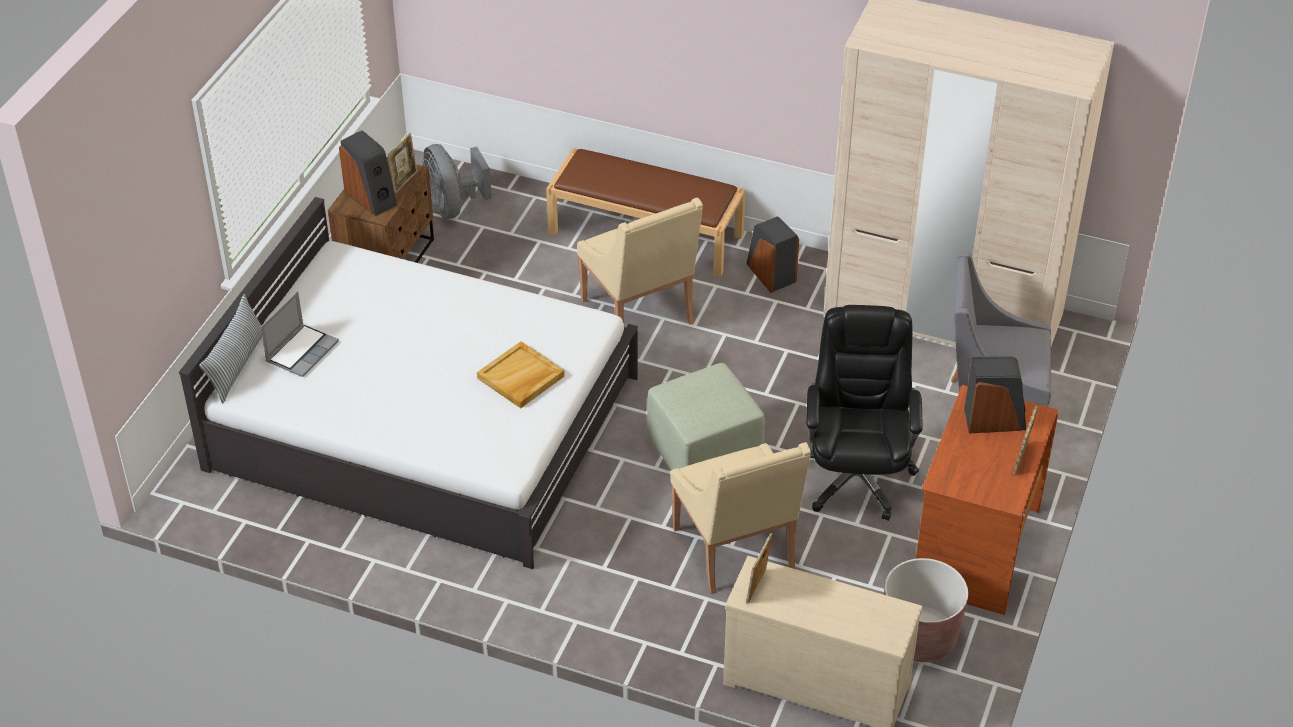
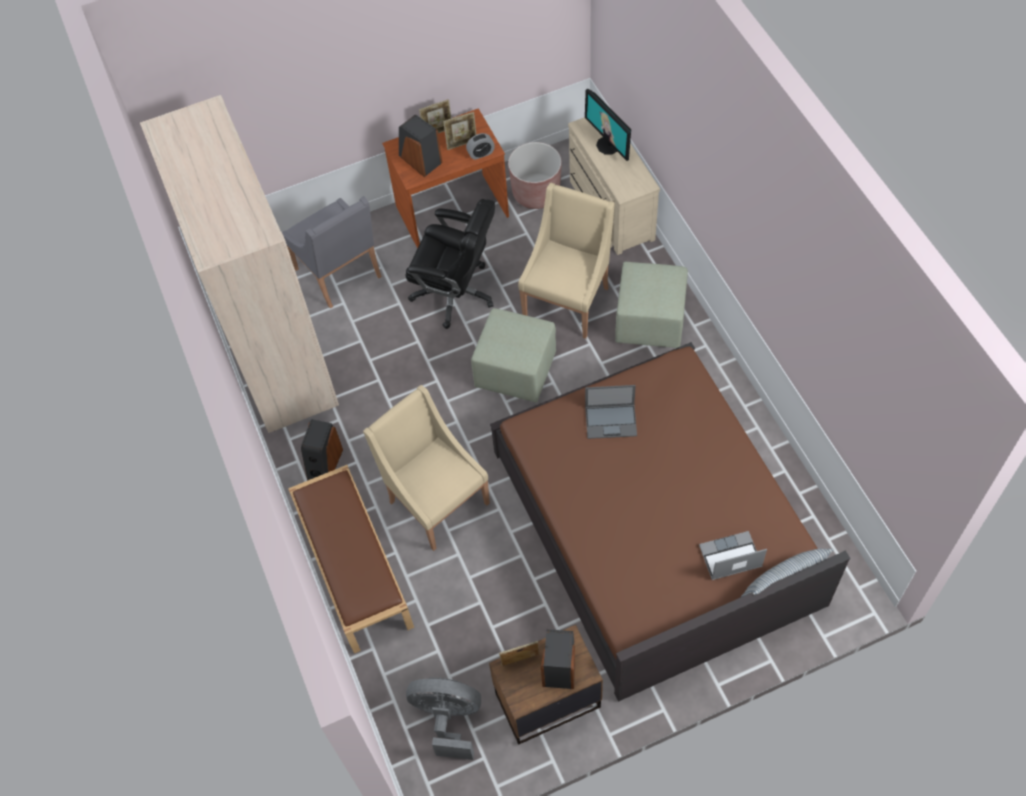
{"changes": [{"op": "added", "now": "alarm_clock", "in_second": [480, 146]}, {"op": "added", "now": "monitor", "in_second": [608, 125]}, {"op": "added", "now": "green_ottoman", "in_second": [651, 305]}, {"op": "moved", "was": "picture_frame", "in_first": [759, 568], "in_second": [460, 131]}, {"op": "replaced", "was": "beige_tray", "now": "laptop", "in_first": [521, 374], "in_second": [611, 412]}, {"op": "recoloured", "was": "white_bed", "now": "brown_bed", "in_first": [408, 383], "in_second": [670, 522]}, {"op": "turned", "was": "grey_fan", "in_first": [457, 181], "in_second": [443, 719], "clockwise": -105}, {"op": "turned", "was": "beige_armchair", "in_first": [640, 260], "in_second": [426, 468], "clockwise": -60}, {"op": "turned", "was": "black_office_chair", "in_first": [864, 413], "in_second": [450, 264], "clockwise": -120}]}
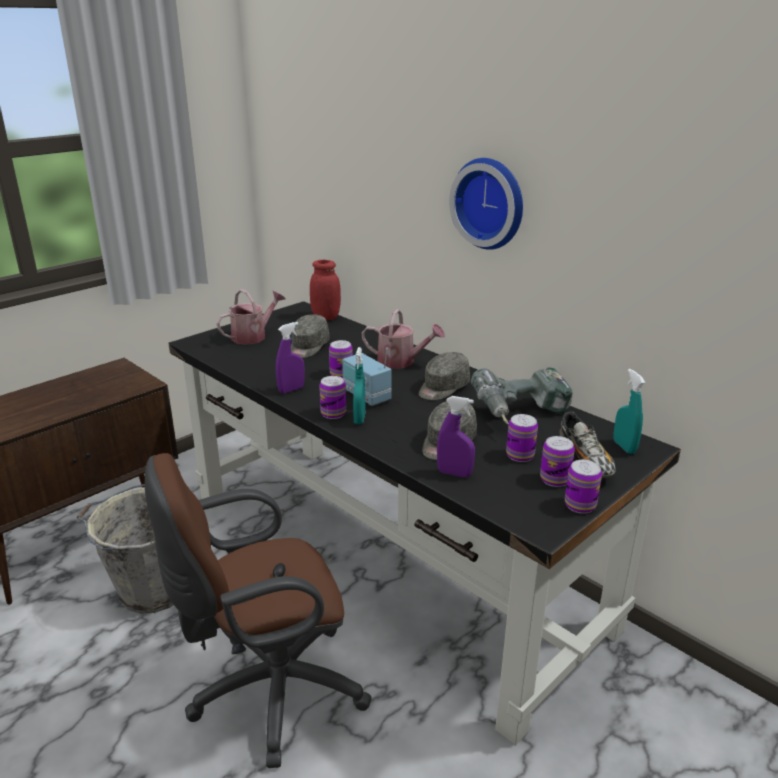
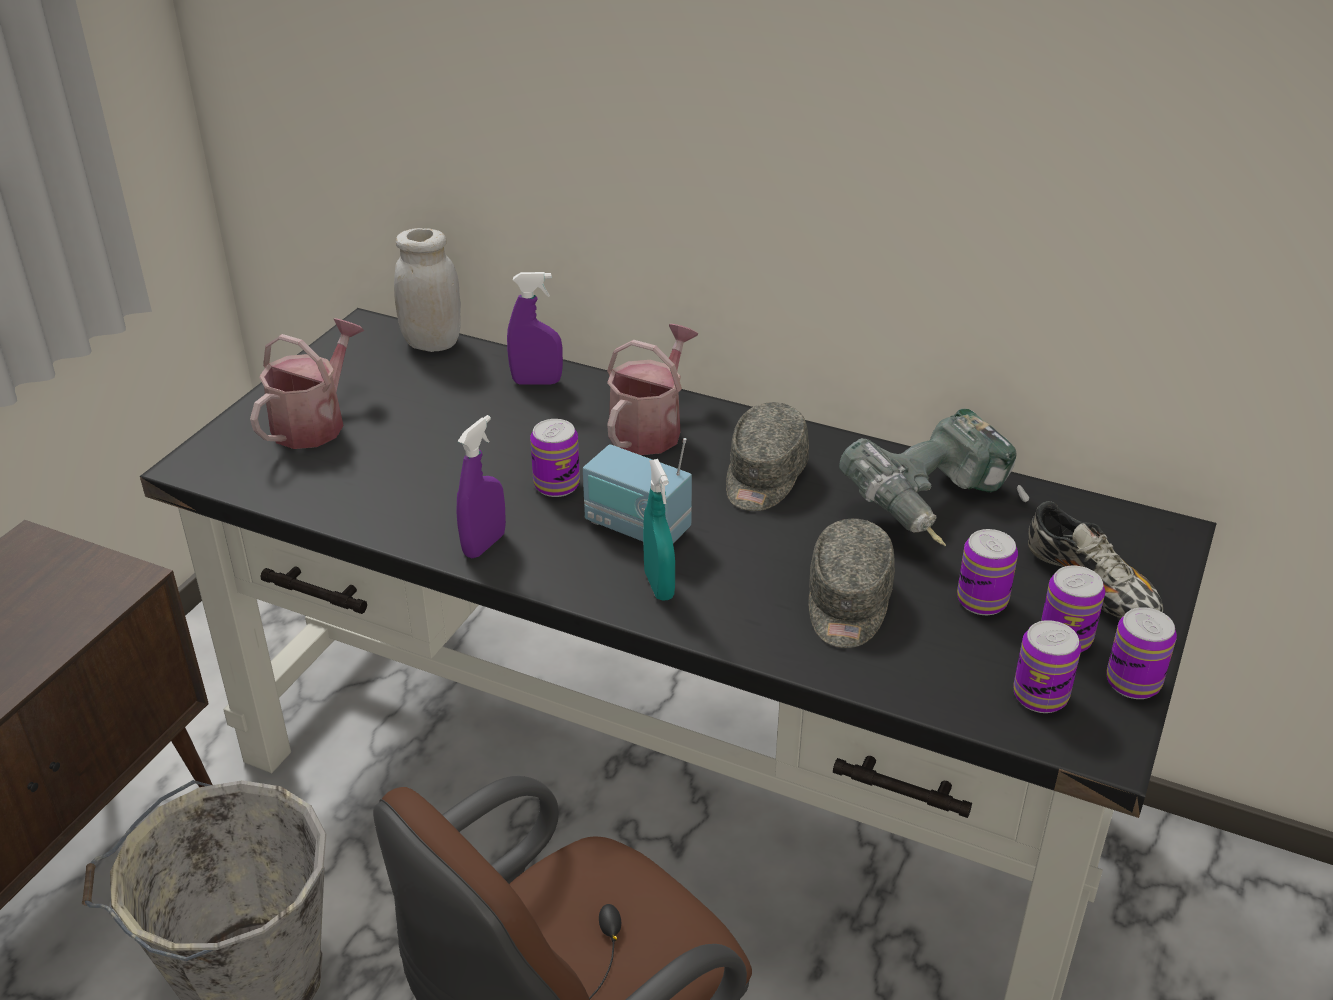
{"changes": [{"op": "removed", "was": "grey_cap", "in_first": [310, 336]}, {"op": "removed", "was": "wall_clock", "in_first": [486, 204]}, {"op": "removed", "was": "turquoise_spray_bottle", "in_first": [629, 411]}, {"op": "moved", "was": "can", "in_first": [332, 397], "in_second": [1047, 666]}, {"op": "moved", "was": "purple_spray_bottle", "in_first": [456, 436], "in_second": [535, 328]}, {"op": "recoloured", "was": "red_jar", "now": "white_jar", "in_first": [325, 290], "in_second": [427, 290]}, {"op": "turned", "was": "watering_can", "in_first": [403, 338], "in_second": [652, 389], "clockwise": -60}]}
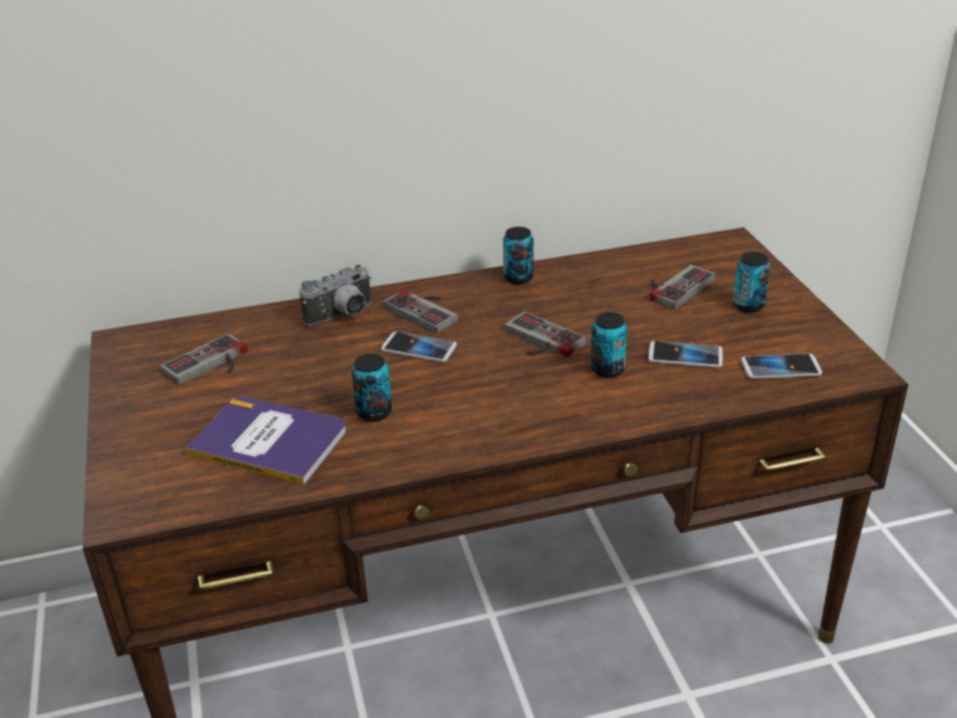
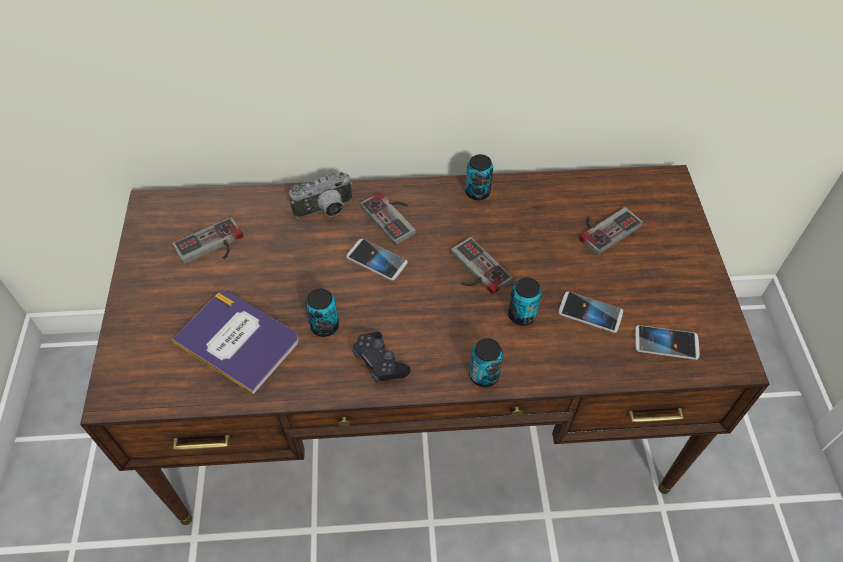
{"changes": [{"op": "added", "now": "black_game_controller", "in_second": [381, 357]}, {"op": "moved", "was": "can", "in_first": [751, 282], "in_second": [486, 362]}]}
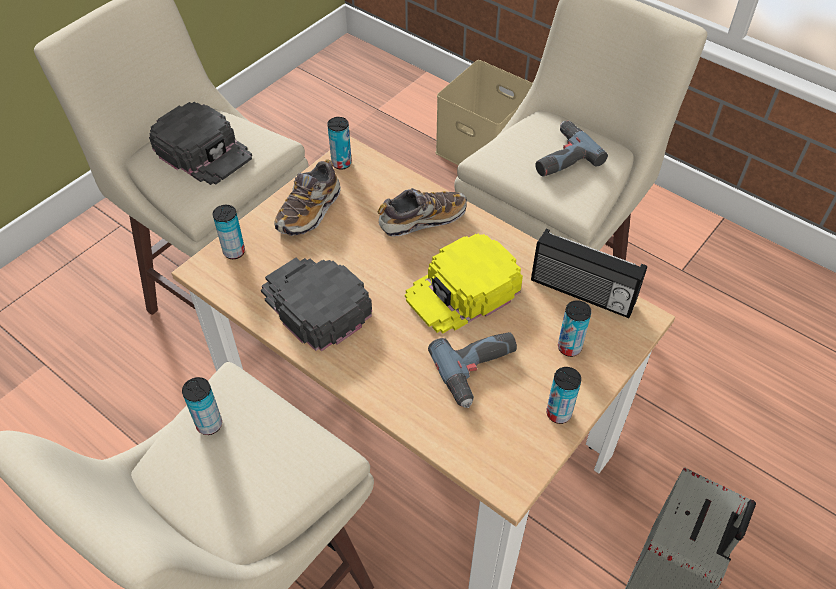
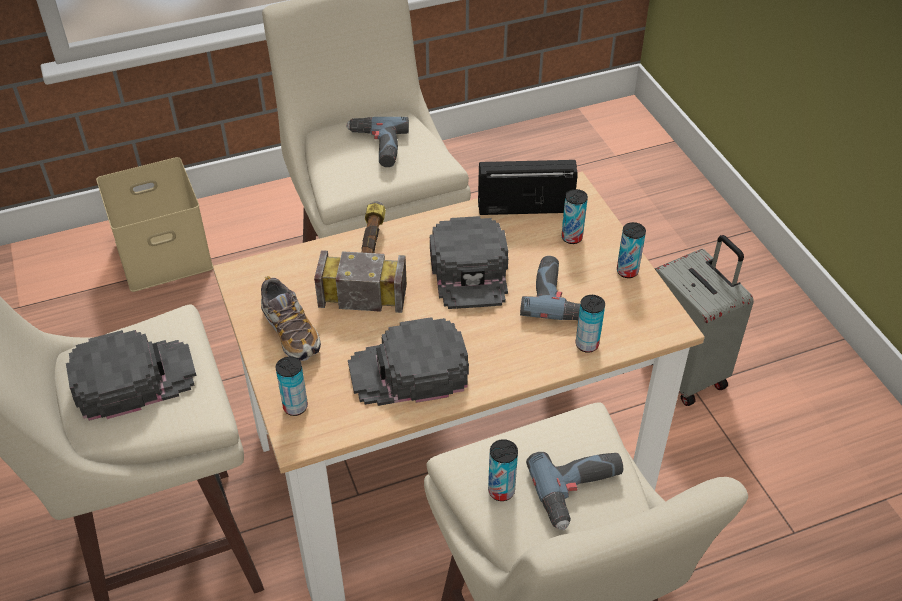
{"changes": [{"op": "added", "now": "power_drill", "in_second": [574, 491]}, {"op": "moved", "was": "can", "in_first": [339, 143], "in_second": [590, 324]}, {"op": "replaced", "was": "shoe", "now": "hammer", "in_first": [422, 212], "in_second": [360, 257]}, {"op": "recoloured", "was": "yellow_cap", "now": "black_cap", "in_first": [464, 283], "in_second": [469, 262]}, {"op": "turned", "was": "radio", "in_first": [589, 273], "in_second": [528, 187], "clockwise": -150}]}
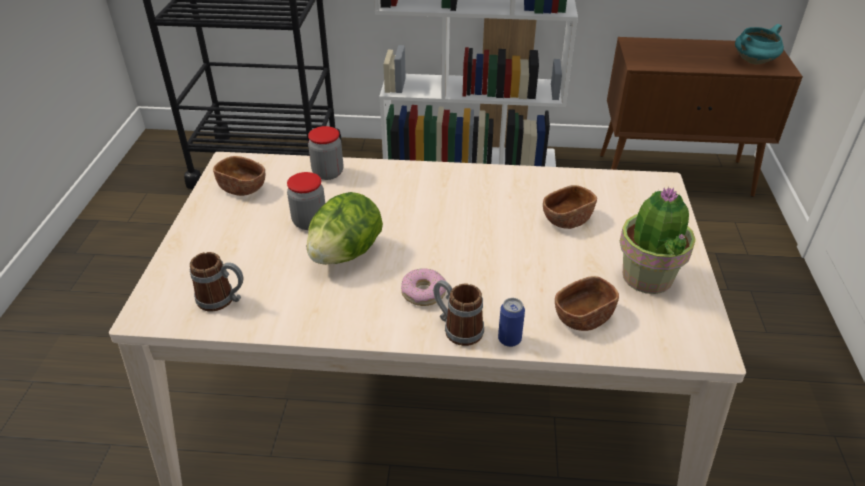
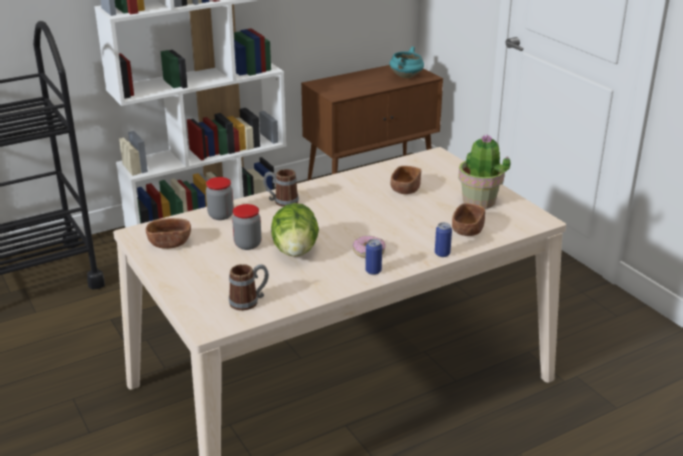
{"changes": [{"op": "added", "now": "can", "in_second": [373, 257]}, {"op": "moved", "was": "mug", "in_first": [458, 313], "in_second": [281, 188]}]}
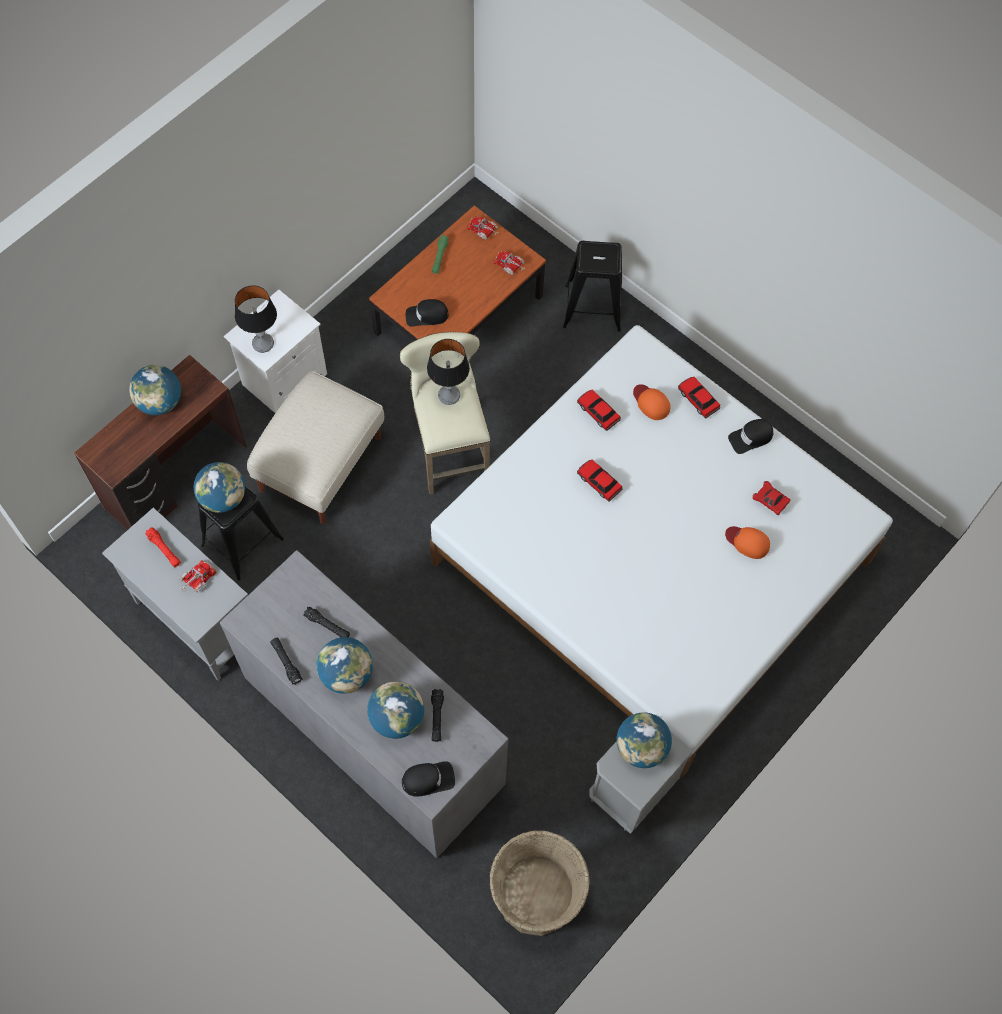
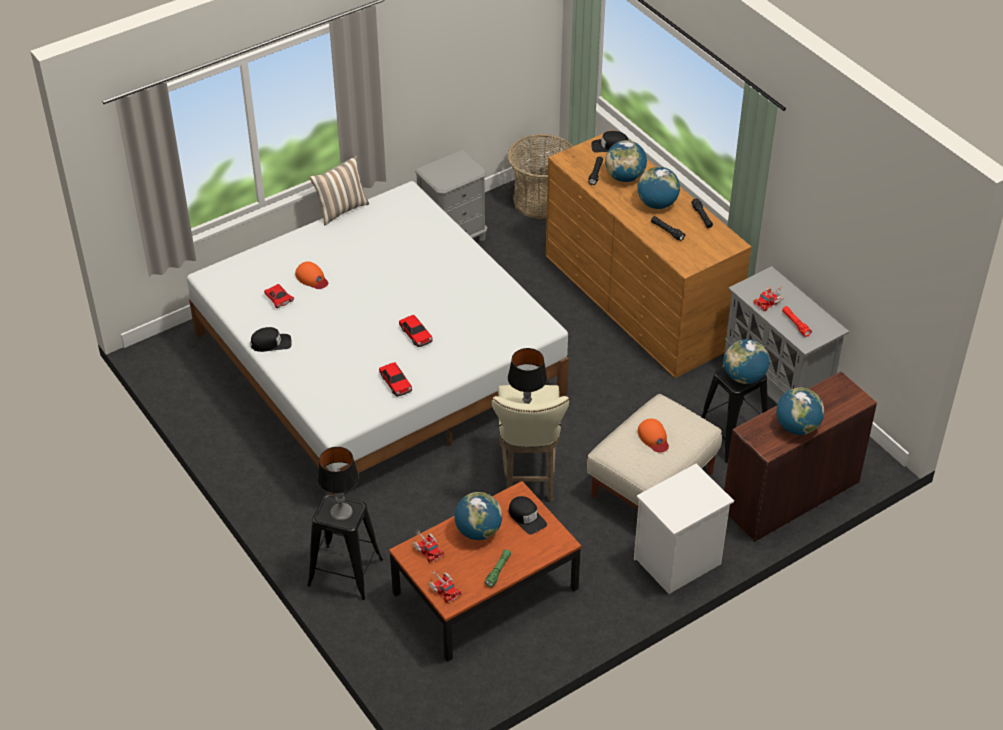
{"changes": [{"op": "removed", "was": "toy_car", "in_first": [699, 397]}, {"op": "added", "now": "pillow", "in_second": [339, 190]}, {"op": "moved", "was": "table_lamp", "in_first": [256, 319], "in_second": [338, 484]}, {"op": "moved", "was": "globe", "in_first": [644, 740], "in_second": [478, 516]}, {"op": "moved", "was": "orange_cap", "in_first": [652, 402], "in_second": [653, 435]}, {"op": "recoloured", "was": "grey_dresser", "now": "brown_dresser", "in_first": [364, 704], "in_second": [648, 254]}, {"op": "turned", "was": "black_cap", "in_first": [427, 313], "in_second": [528, 515], "clockwise": 45}]}
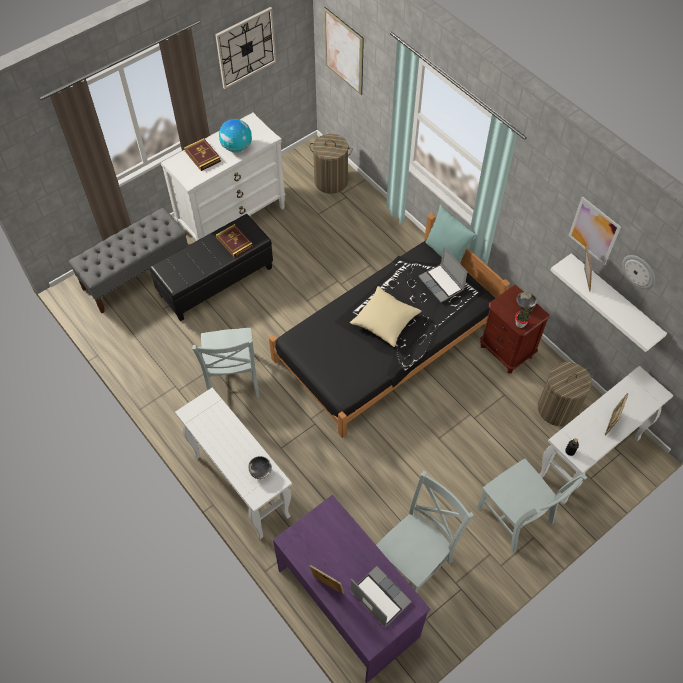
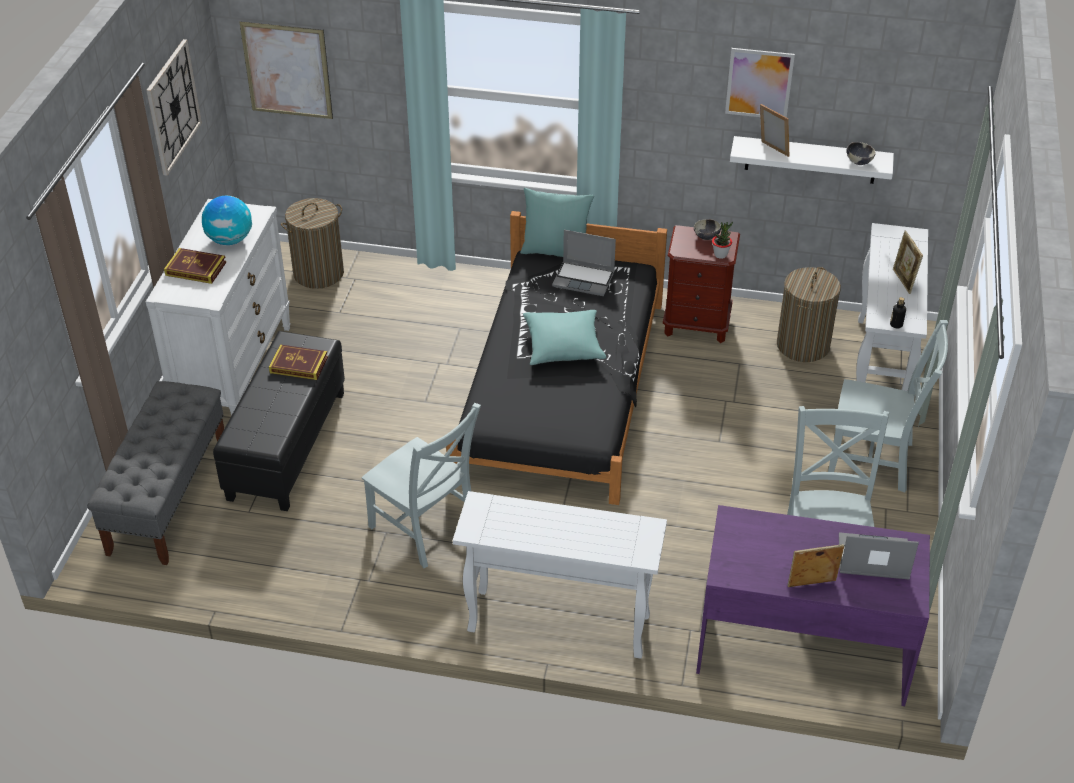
{"changes": [{"op": "removed", "was": "wall_clock", "in_first": [638, 272]}, {"op": "moved", "was": "bowl", "in_first": [260, 467], "in_second": [861, 153]}, {"op": "recoloured", "was": "beige_pillow", "now": "turquoise_pillow", "in_first": [385, 316], "in_second": [564, 337]}]}
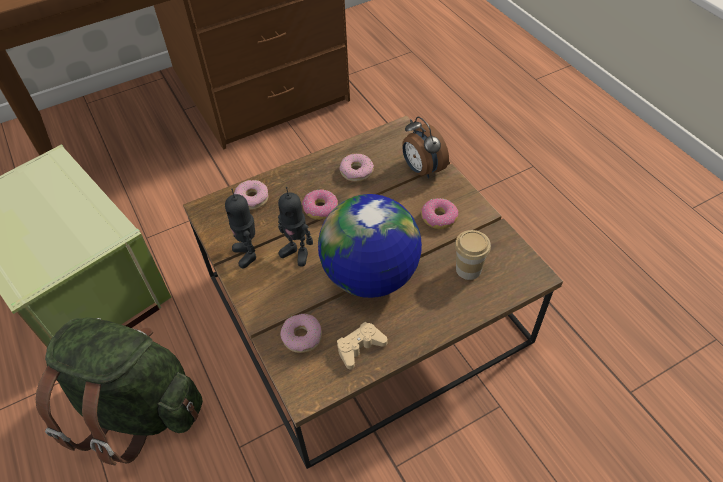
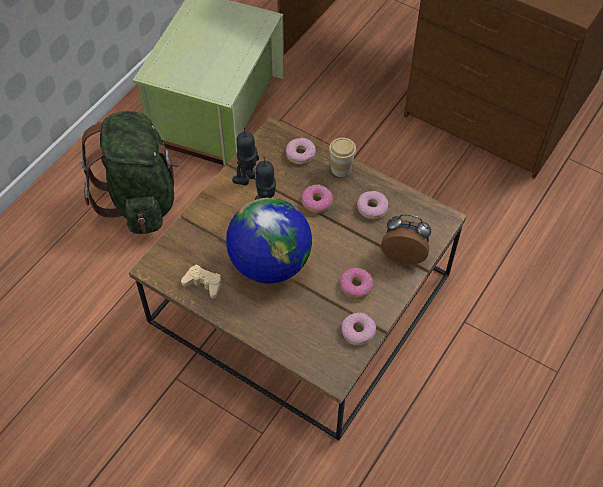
{"changes": [{"op": "moved", "was": "donut", "in_first": [301, 333], "in_second": [358, 329]}, {"op": "moved", "was": "cup", "in_first": [473, 255], "in_second": [342, 157]}, {"op": "turned", "was": "alarm_clock", "in_first": [425, 148], "in_second": [406, 239], "clockwise": 75}]}
